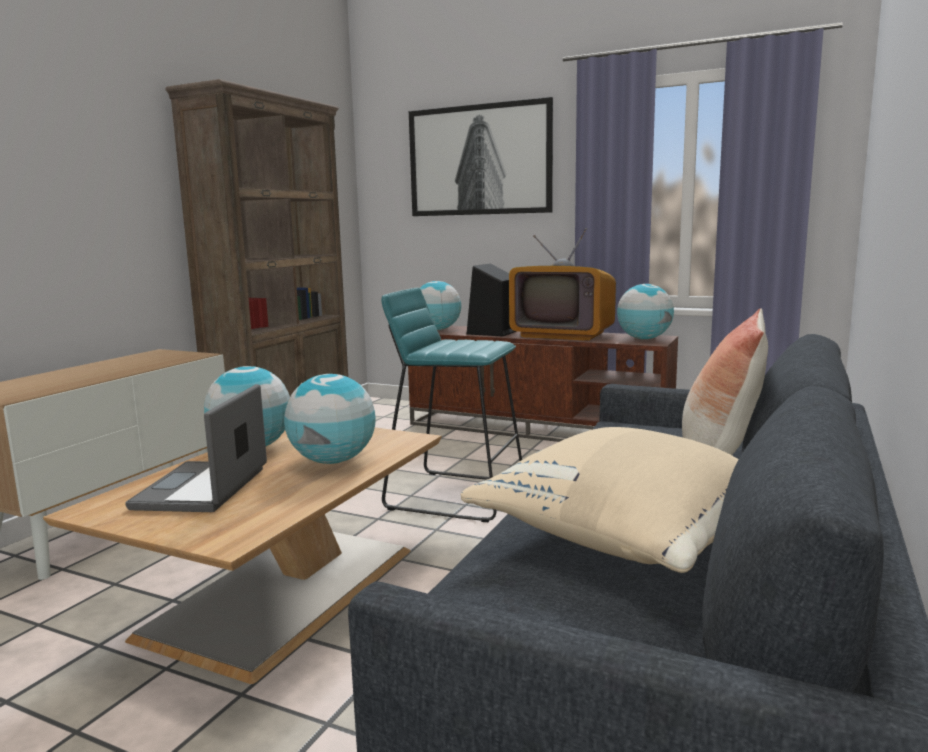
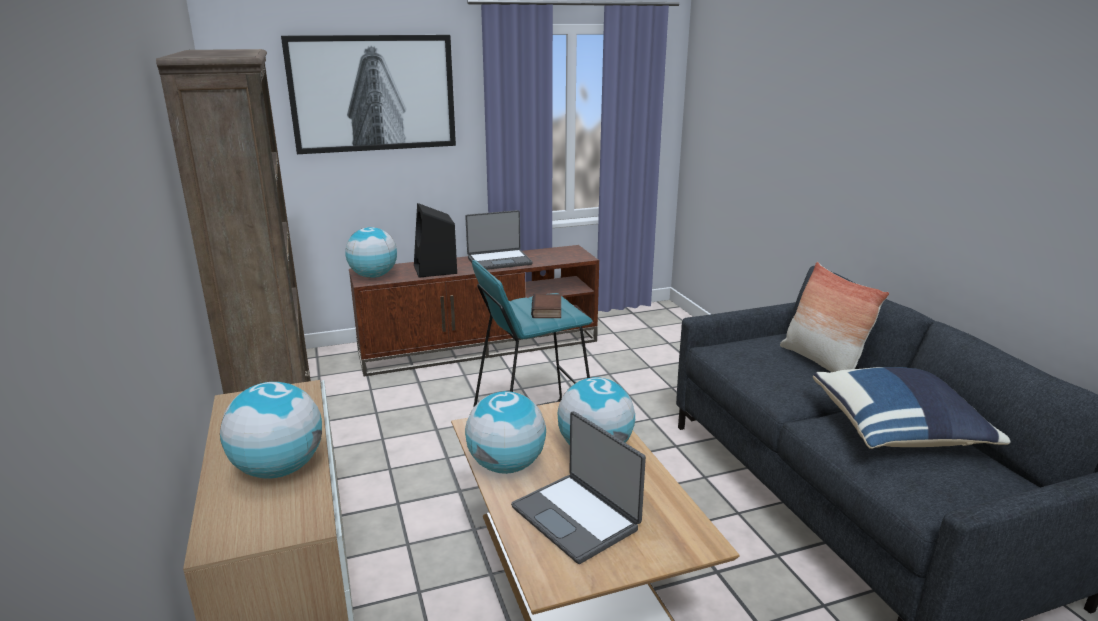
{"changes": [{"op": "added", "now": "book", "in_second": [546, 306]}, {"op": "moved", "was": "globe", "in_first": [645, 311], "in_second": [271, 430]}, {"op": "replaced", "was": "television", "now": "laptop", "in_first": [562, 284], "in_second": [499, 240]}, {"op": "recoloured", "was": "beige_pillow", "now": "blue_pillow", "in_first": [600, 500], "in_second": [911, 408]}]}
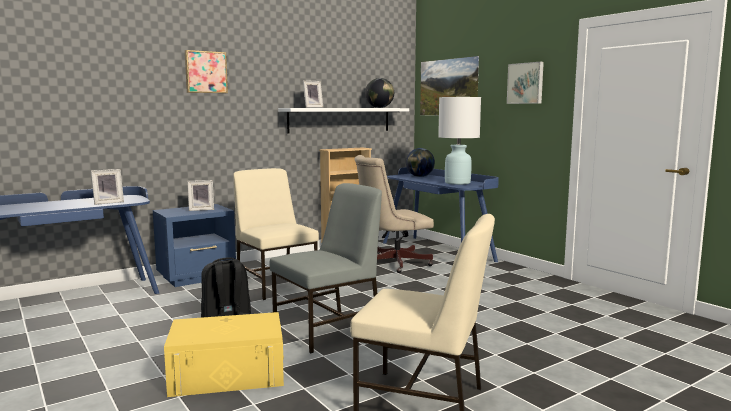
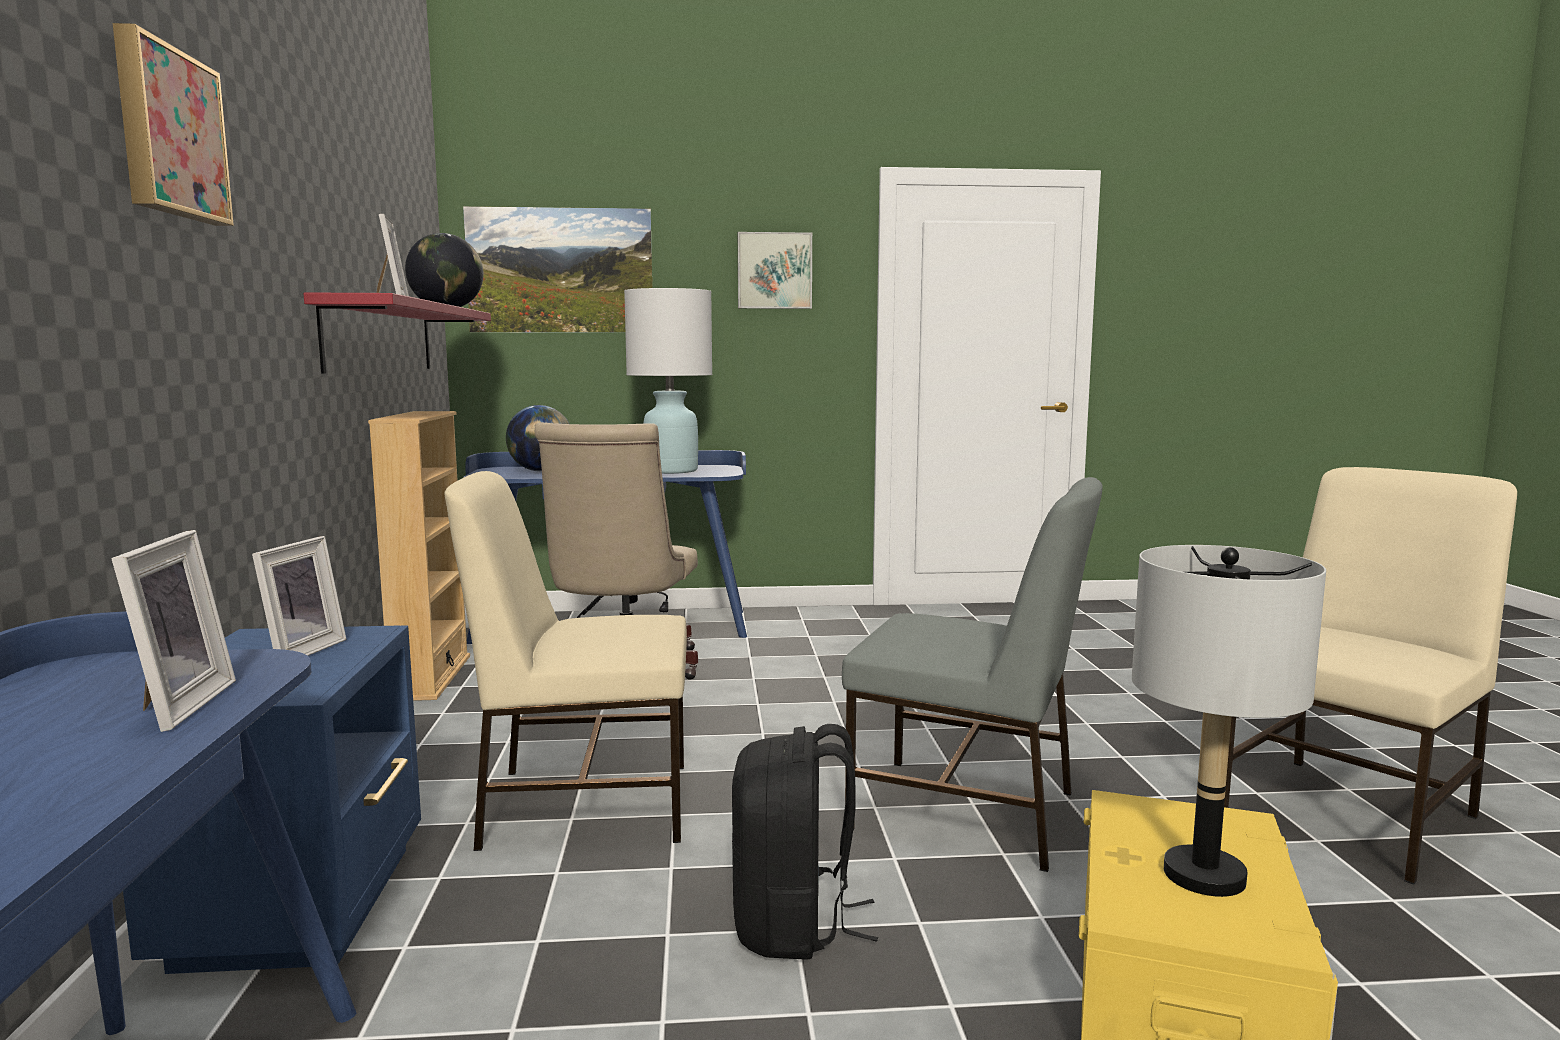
{"changes": [{"op": "added", "now": "grey_table_lamp", "in_second": [1229, 721]}, {"op": "recoloured", "was": "white_shelf", "now": "red_shelf", "in_first": [343, 120], "in_second": [397, 333]}, {"op": "turned", "was": "grey_chair", "in_first": [326, 268], "in_second": [972, 674], "clockwise": 120}]}
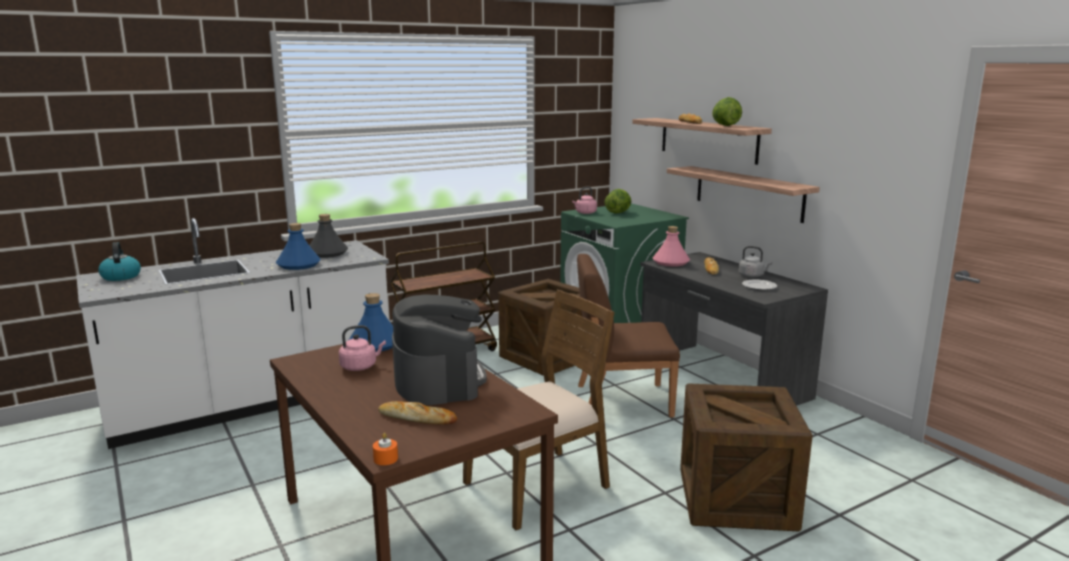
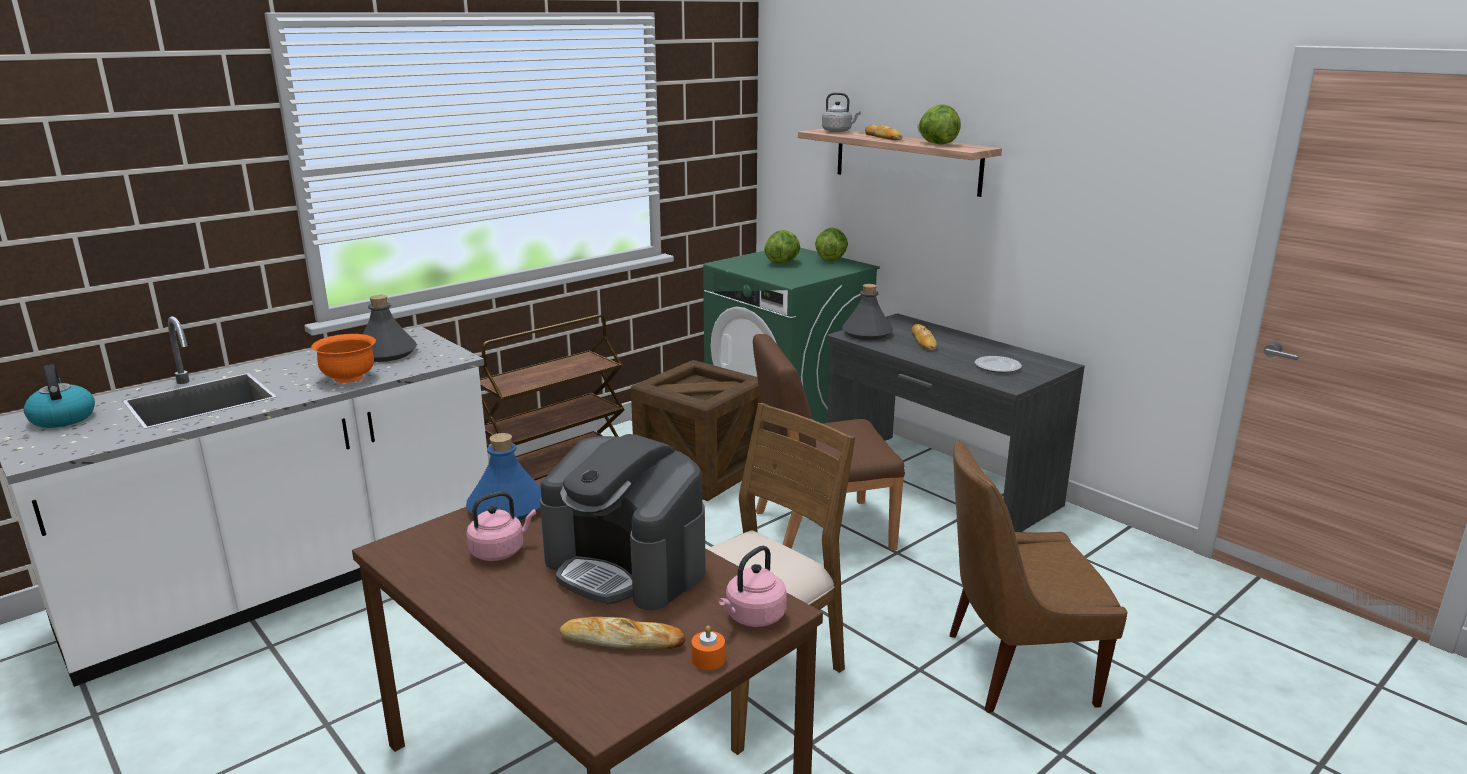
{"changes": [{"op": "removed", "was": "shelf", "in_first": [743, 194]}, {"op": "added", "now": "lettuce", "in_second": [831, 244]}, {"op": "moved", "was": "orange_candle", "in_first": [385, 449], "in_second": [708, 647]}, {"op": "moved", "was": "pink_kettle", "in_first": [584, 200], "in_second": [752, 586]}, {"op": "moved", "was": "grey_kettle", "in_first": [755, 262], "in_second": [841, 112]}, {"op": "replaced", "was": "blue_bottle", "now": "orange_bowl", "in_first": [298, 246], "in_second": [344, 358]}, {"op": "replaced", "was": "crate", "now": "brown_chair", "in_first": [746, 457], "in_second": [1039, 576]}, {"op": "recoloured", "was": "pink_bottle", "now": "grey_bottle", "in_first": [671, 246], "in_second": [867, 312]}, {"op": "turned", "was": "coffee_machine", "in_first": [439, 349], "in_second": [623, 522], "clockwise": 150}]}
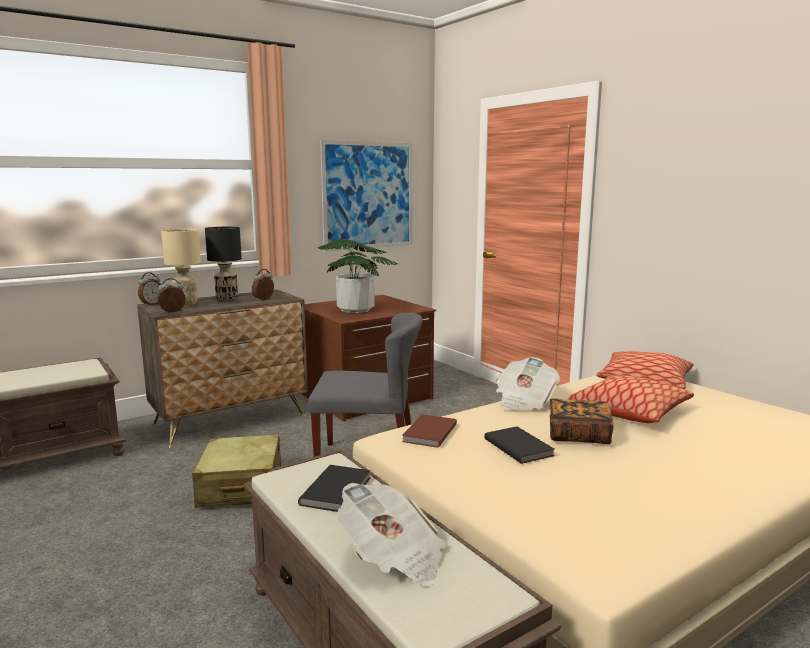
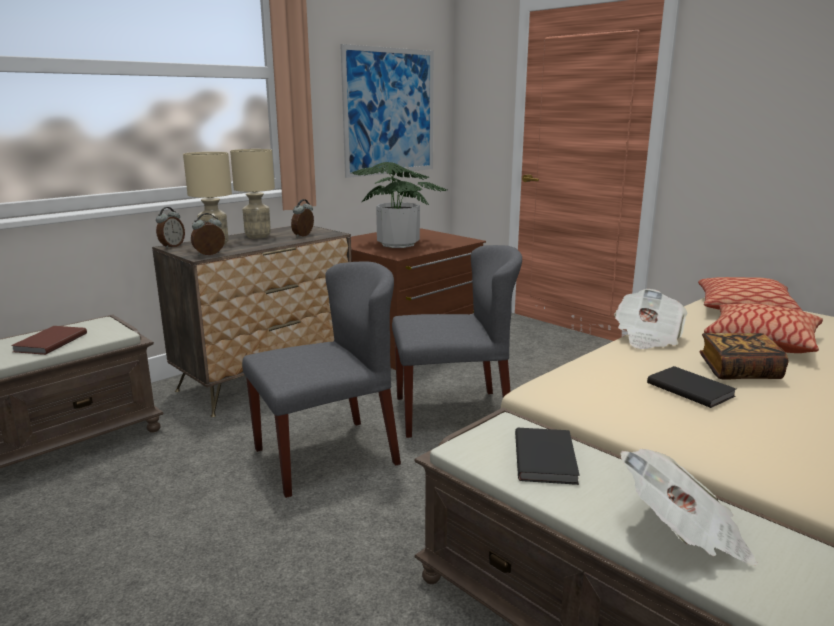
{"changes": [{"op": "moved", "was": "brown_book", "in_first": [429, 431], "in_second": [49, 340]}, {"op": "replaced", "was": "beige_suitcase", "now": "grey_chair", "in_first": [236, 471], "in_second": [321, 379]}, {"op": "recoloured", "was": "black_table_lamp", "now": "beige_table_lamp", "in_first": [223, 263], "in_second": [252, 194]}]}
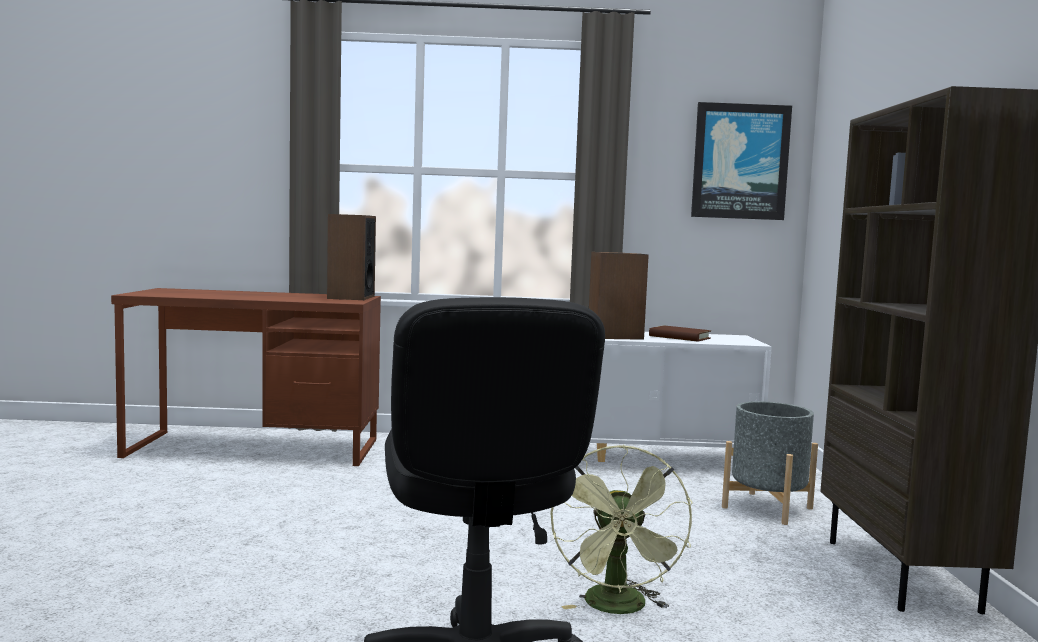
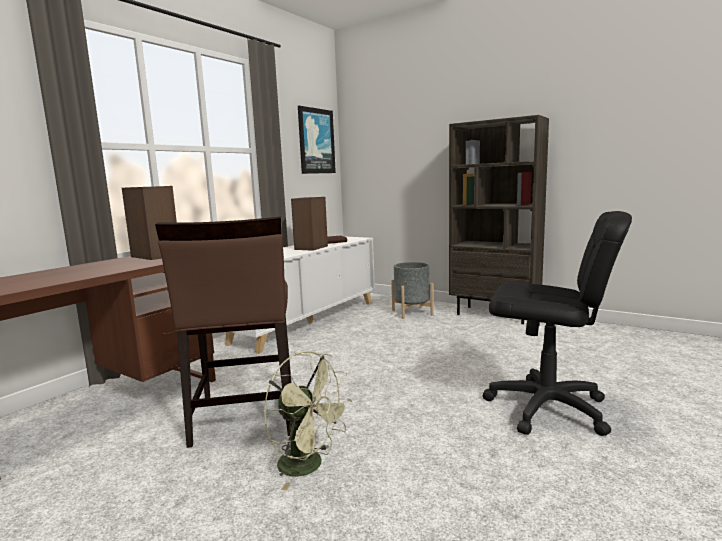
{"changes": [{"op": "added", "now": "brown_chair", "in_second": [223, 332]}, {"op": "moved", "was": "green_fan", "in_first": [621, 529], "in_second": [308, 420]}]}
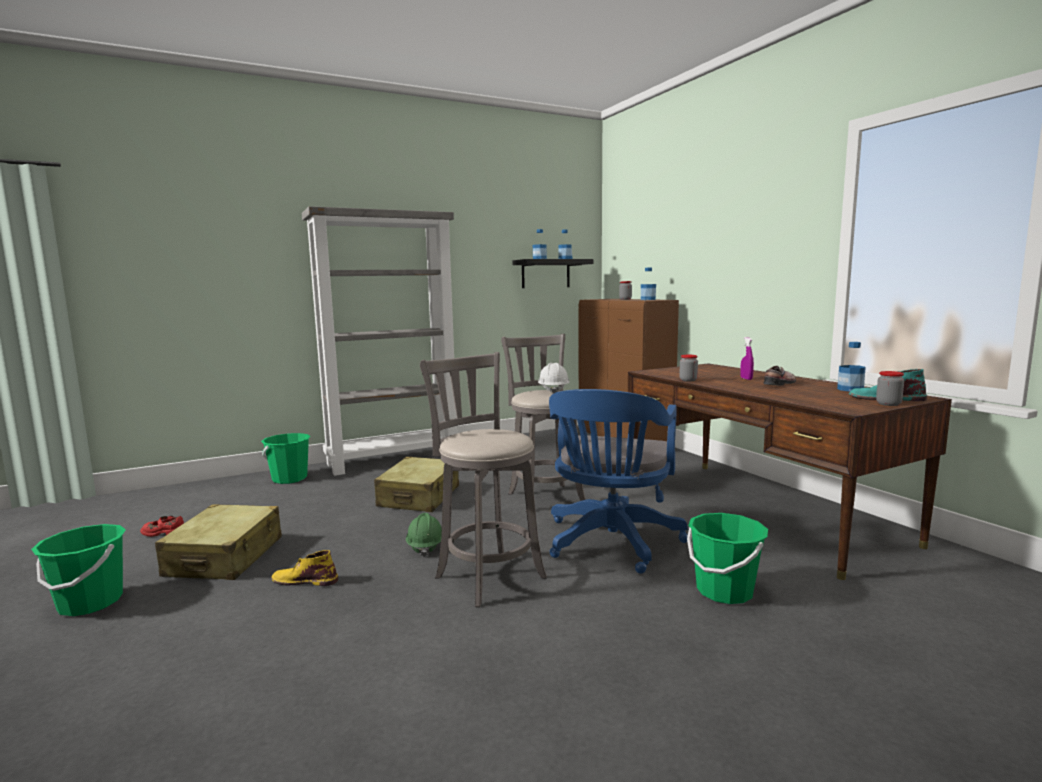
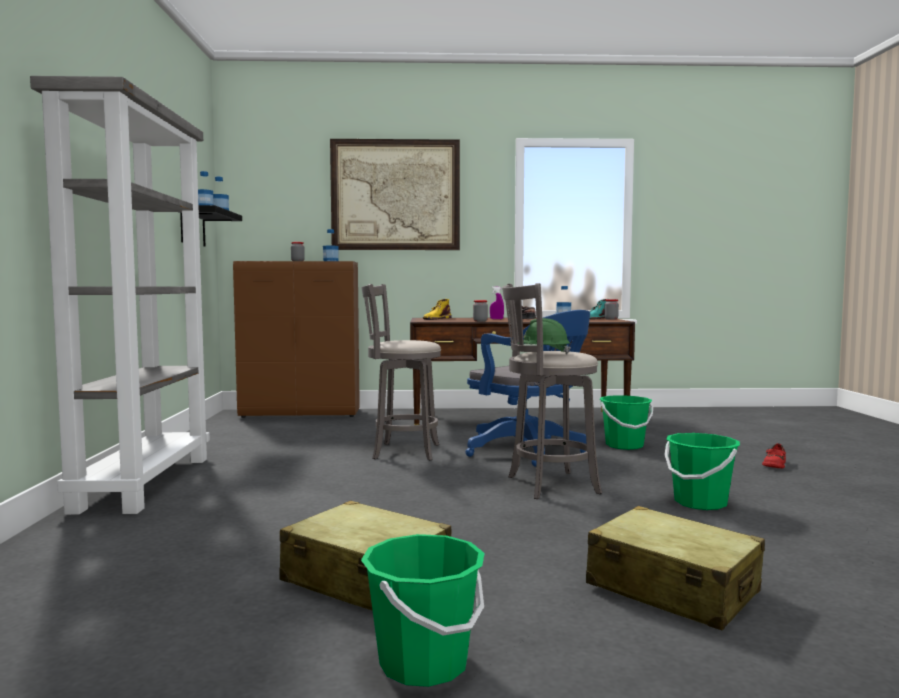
{"changes": [{"op": "removed", "was": "white_hard_hat", "in_first": [554, 378]}, {"op": "added", "now": "picture", "in_second": [395, 194]}, {"op": "moved", "was": "red_shoe", "in_first": [162, 526], "in_second": [774, 456]}, {"op": "moved", "was": "green_bucket", "in_first": [286, 458], "in_second": [702, 471]}, {"op": "moved", "was": "yellow_boot", "in_first": [304, 568], "in_second": [437, 309]}, {"op": "moved", "was": "beige_suitcase", "in_first": [416, 484], "in_second": [675, 568]}, {"op": "moved", "was": "green_hard_hat", "in_first": [424, 535], "in_second": [544, 336]}]}
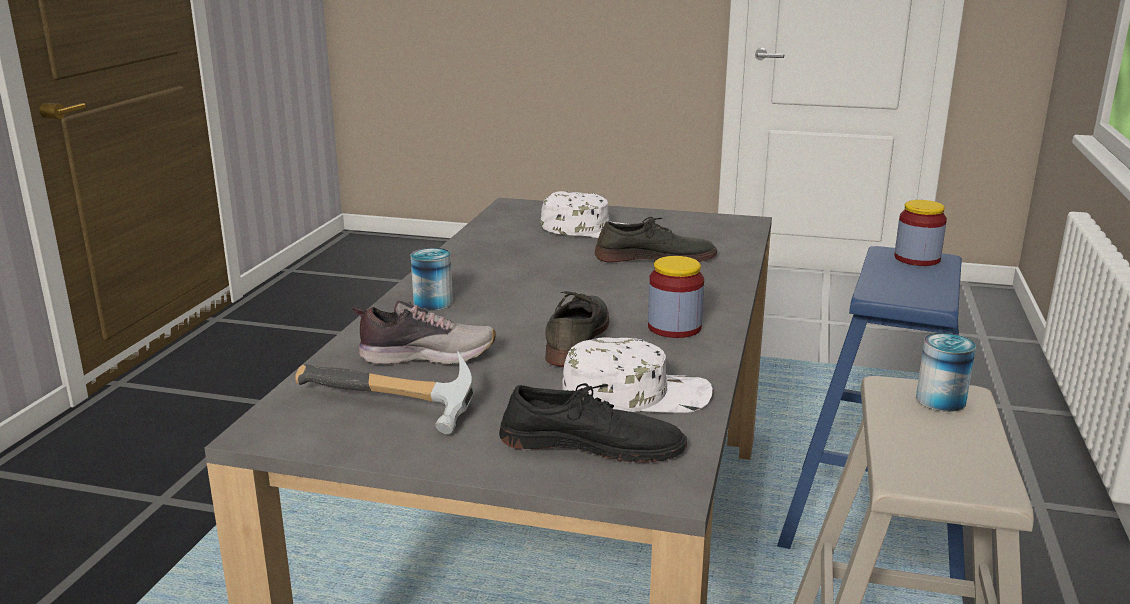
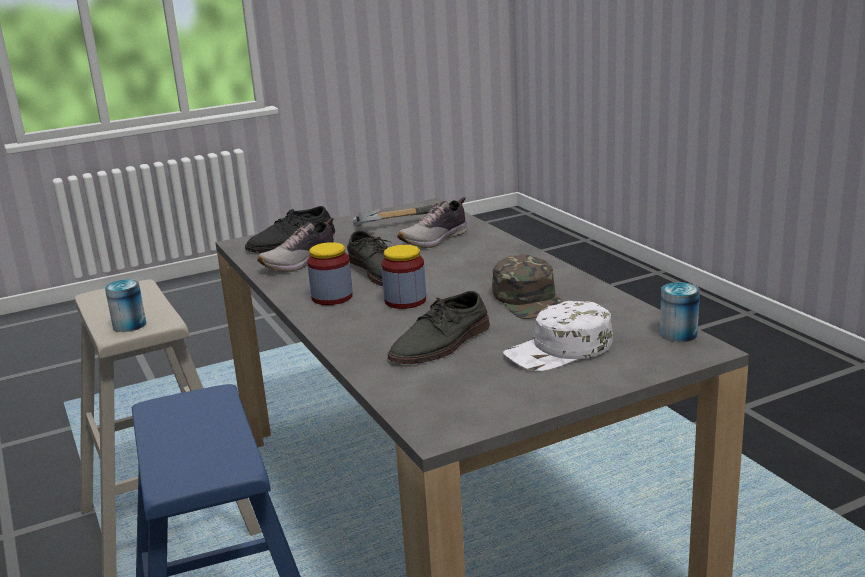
{"changes": [{"op": "added", "now": "green_cap", "in_second": [528, 286]}, {"op": "moved", "was": "can", "in_first": [432, 279], "in_second": [680, 312]}, {"op": "moved", "was": "jar", "in_first": [920, 233], "in_second": [403, 277]}, {"op": "replaced", "was": "white_cap", "now": "shoe", "in_first": [637, 375], "in_second": [295, 245]}]}
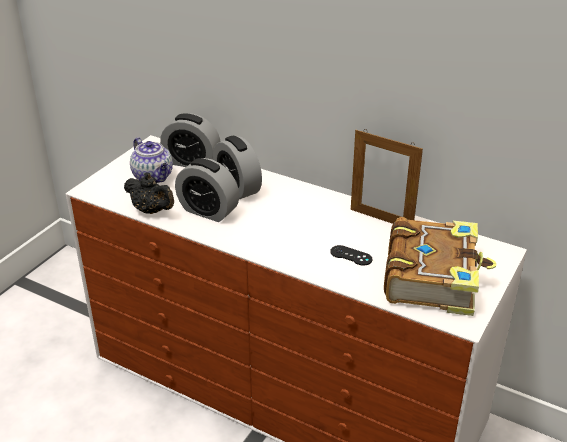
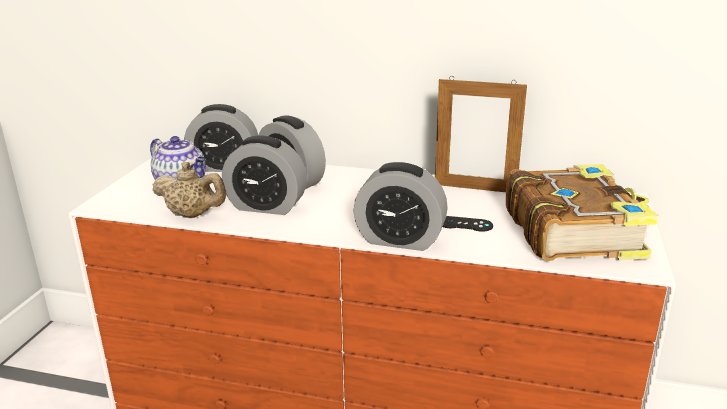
{"changes": [{"op": "added", "now": "alarm_clock", "in_second": [400, 206]}, {"op": "recoloured", "was": "black_teapot", "now": "beige_teapot", "in_first": [149, 193], "in_second": [189, 190]}]}
